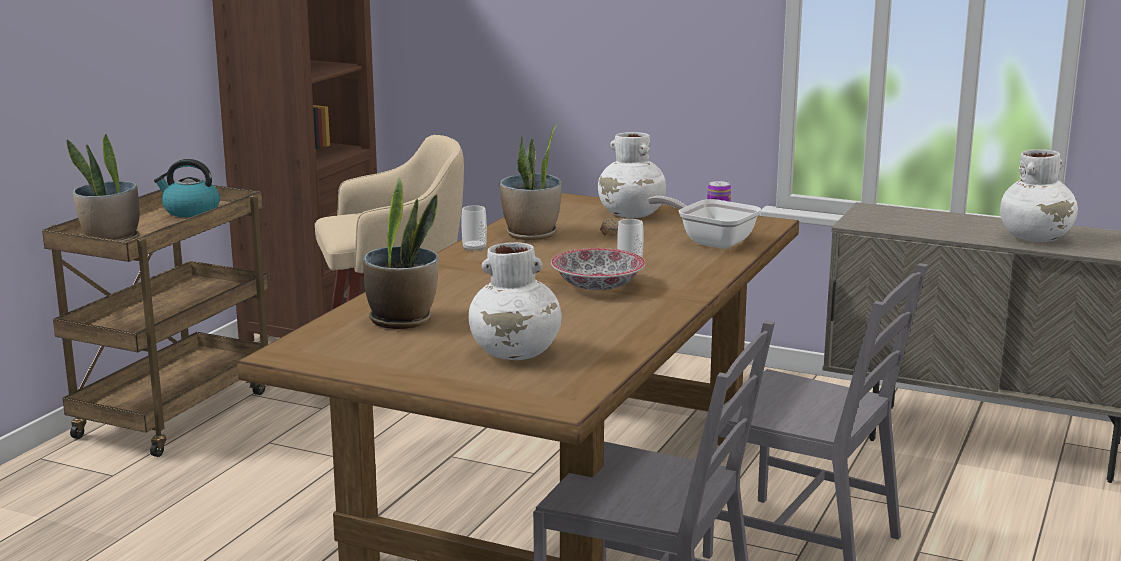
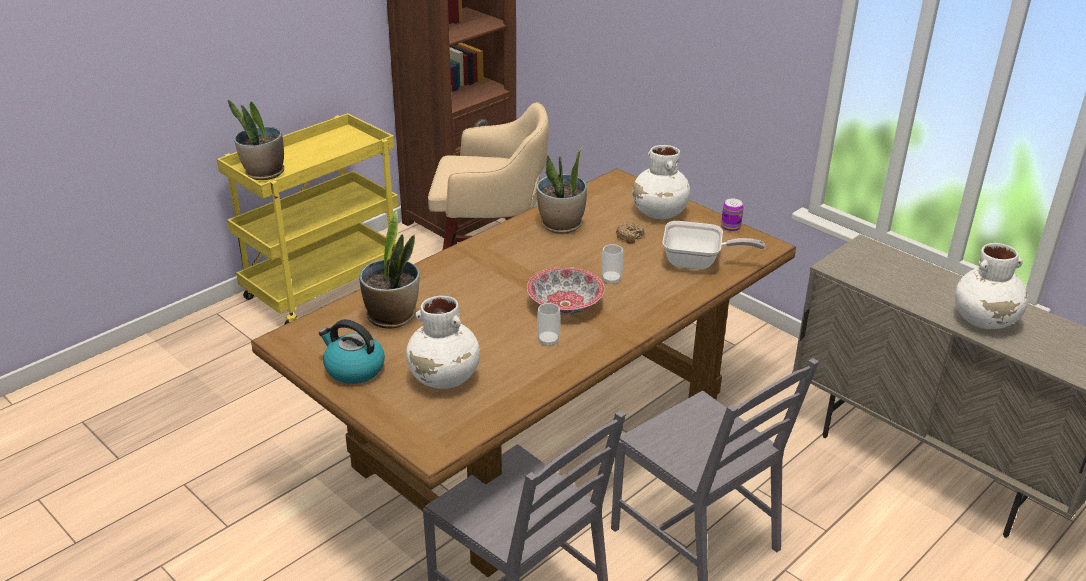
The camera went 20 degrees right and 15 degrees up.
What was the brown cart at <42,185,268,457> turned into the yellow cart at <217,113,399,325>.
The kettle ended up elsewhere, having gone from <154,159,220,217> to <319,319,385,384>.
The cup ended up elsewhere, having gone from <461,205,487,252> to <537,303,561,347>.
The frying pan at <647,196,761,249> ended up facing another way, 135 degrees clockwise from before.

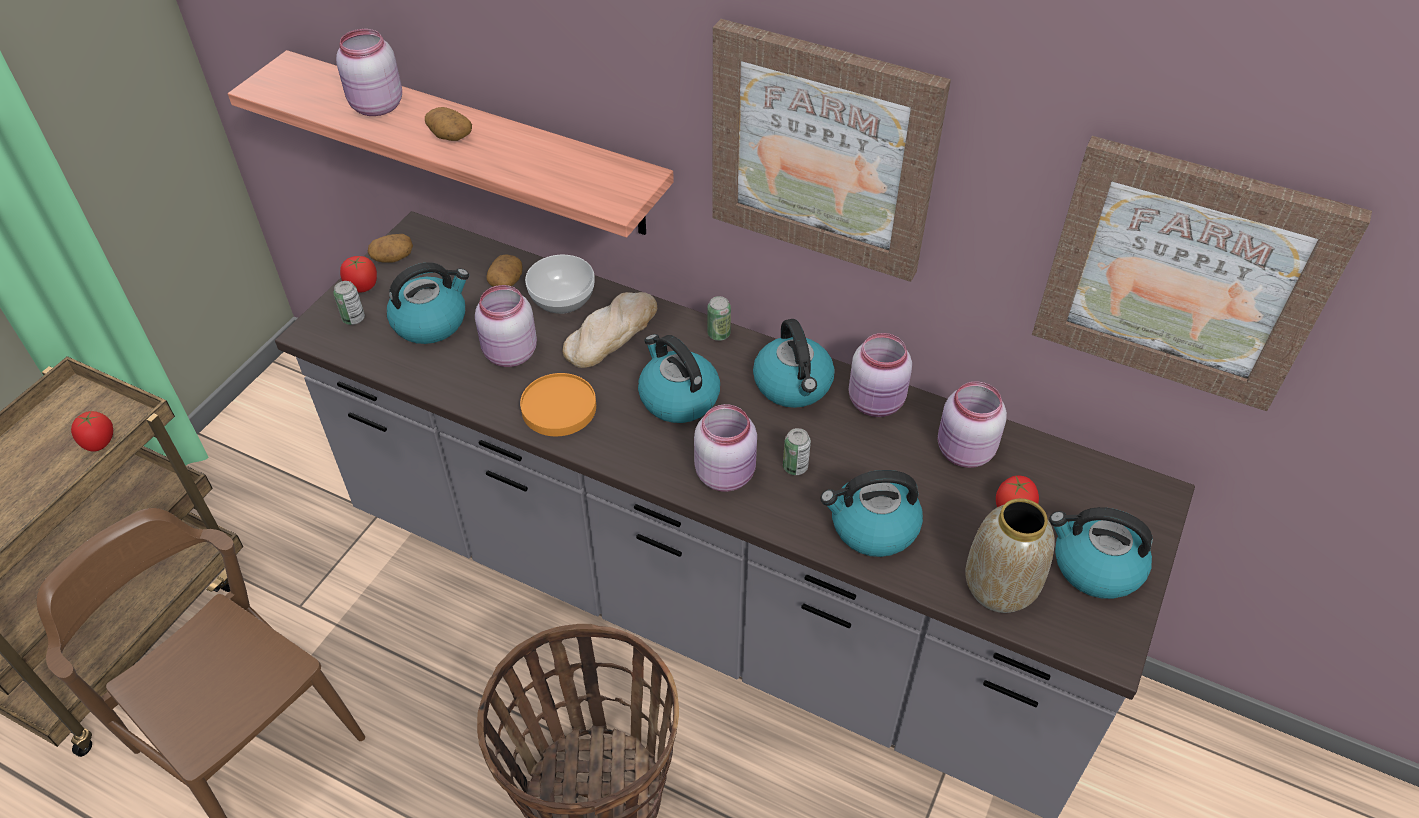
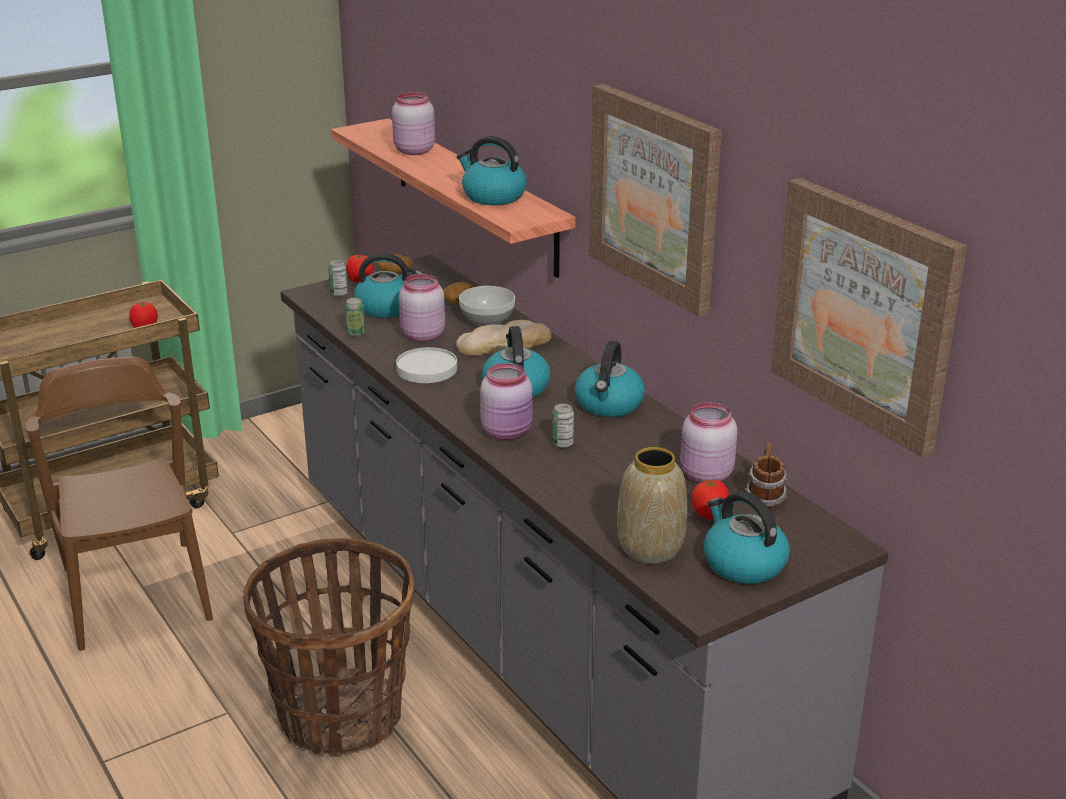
The camera went 30 degrees right and 20 degrees down.
The second view lost the potato at <425,107,472,141>.
What was the orange plate at <520,373,596,436> turned into the white plate at <396,347,457,383>.
The can ended up elsewhere, having gone from <707,296,731,341> to <345,298,365,336>.
The kettle ended up elsewhere, having gone from <821,470,923,557> to <457,136,527,205>.
The second view lost the pink jar at <849,333,912,417>.
The second view gained the mug at <745,442,787,508>.

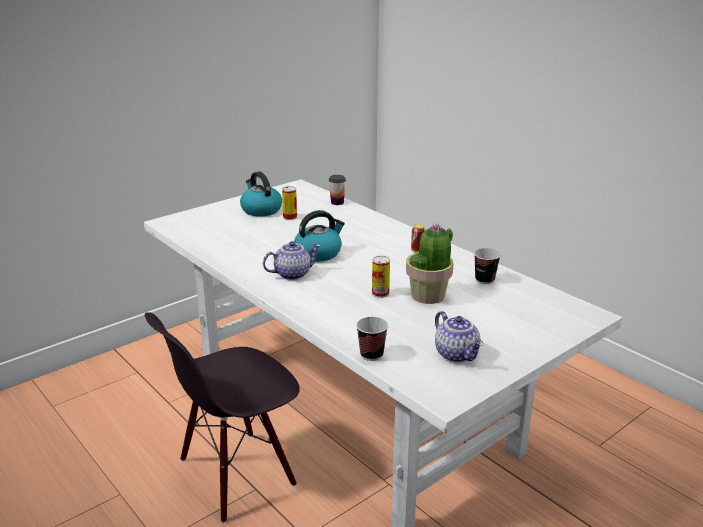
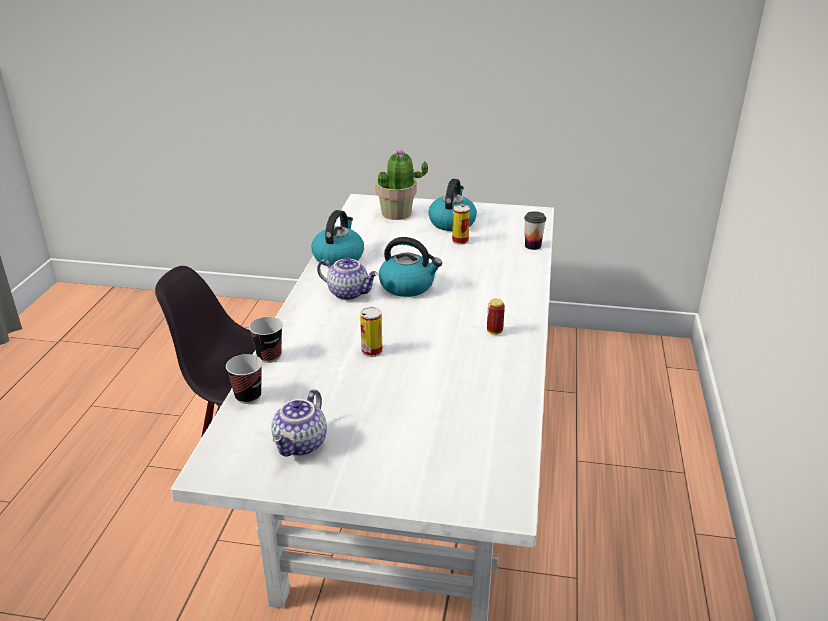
The camera went 50 degrees right and 5 degrees up.
The potted plant ended up elsewhere, having gone from <406,223,453,304> to <375,150,428,220>.
The cup ended up elsewhere, having gone from <474,248,501,284> to <249,317,283,363>.
The second view gained the kettle at <311,210,364,266>.

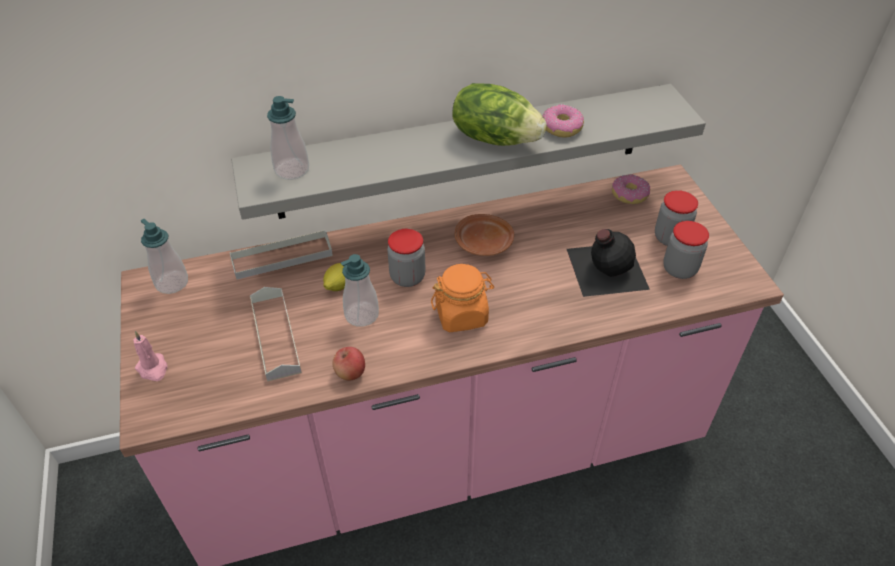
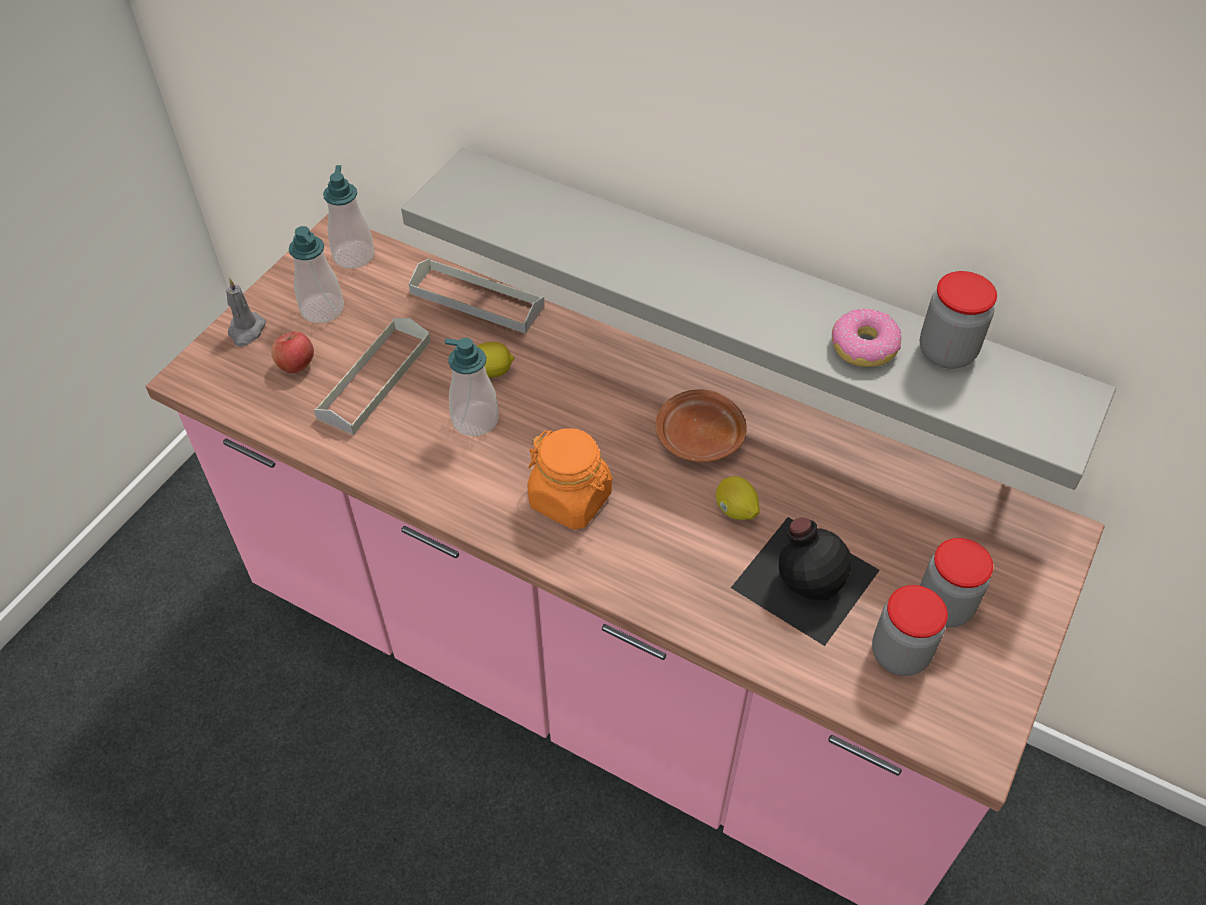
The camera went 45 degrees right and 5 degrees up.
What was the pink candle at <133,331,168,381> turned into the grey candle at <226,278,266,347>.
The soap dispenser ended up elsewhere, having gone from <267,96,309,180> to <289,226,344,323>.
The apple ended up elsewhere, having gone from <332,347,365,381> to <271,332,314,373>.
The jar ended up elsewhere, having gone from <387,229,426,287> to <920,271,997,369>.
The second view lost the lettuce at <453,83,547,146>.
The second view lost the donut at <612,174,650,204>.
The second view gained the lemon at <716,476,760,520>.

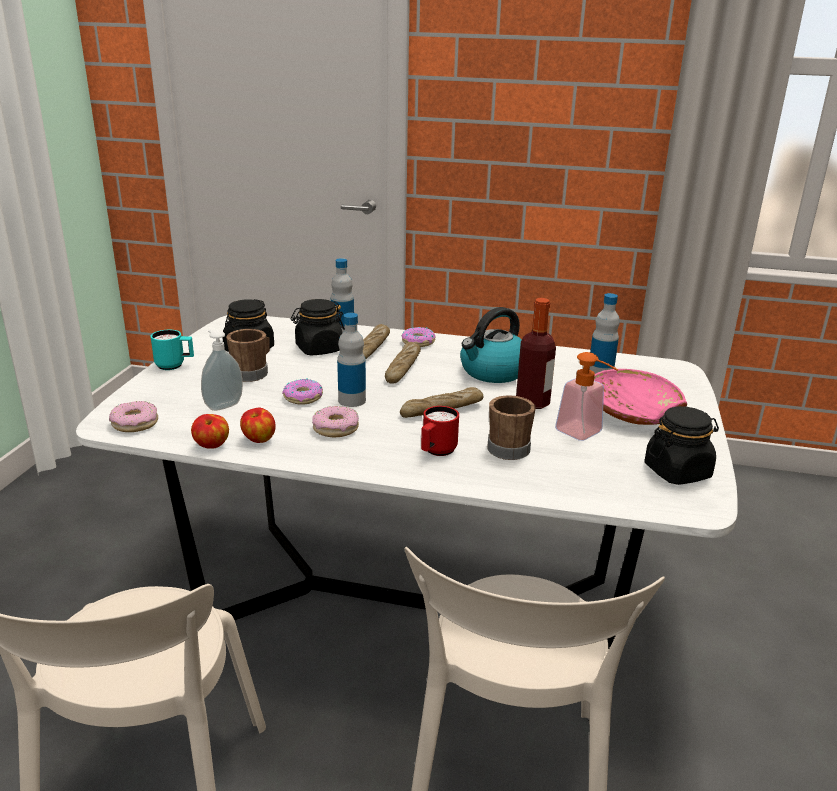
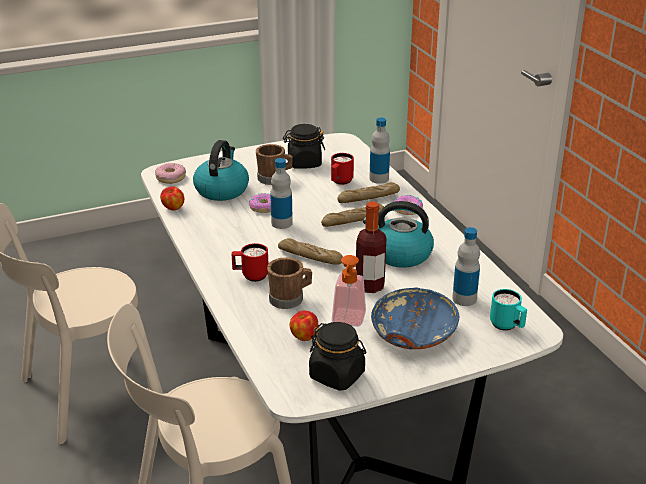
The camera went 55 degrees right and 5 degrees up.
The turquoise mug ended up elsewhere, having gone from <151,330,194,370> to <490,289,527,331>.
Where the soap dispenser stood at <201,329,243,411>, the kettle came to stand at <193,140,249,201>.
The apple ended up elsewhere, having gone from <240,408,276,443> to <290,311,318,341>.
Where the black jar stood at <291,299,345,355>, the red mug came to stand at <331,153,354,185>.
The second view lost the donut at <312,406,359,437>.
What was the pink bowl at <594,369,687,425> turned into the blue bowl at <371,288,459,349>.

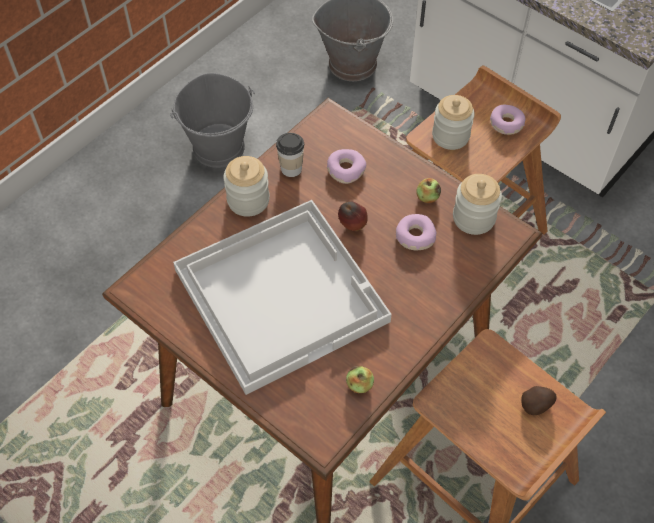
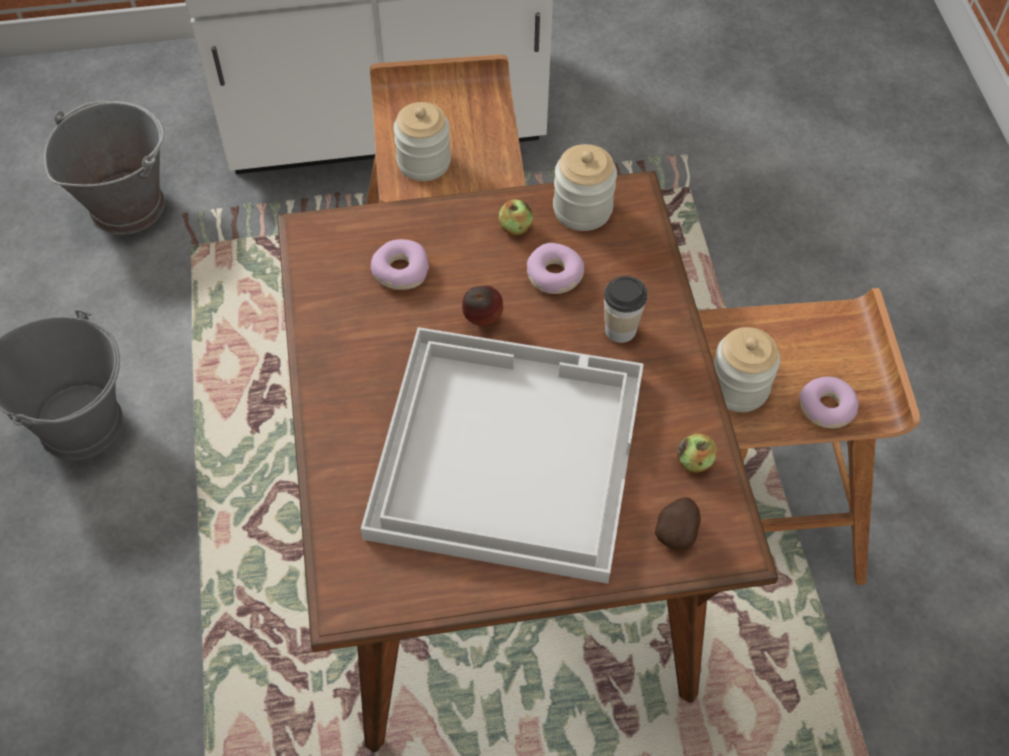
The camera went 50 degrees left and 0 degrees up.
The jar ended up elsewhere, having gone from <223,156,270,217> to <714,327,780,412>.
The cup ended up elsewhere, having gone from <276,133,304,177> to <604,276,647,343>.
The donut ended up elsewhere, having gone from <490,105,526,135> to <799,376,859,428>.
The potato ended up elsewhere, having gone from <521,386,557,415> to <655,497,701,550>.

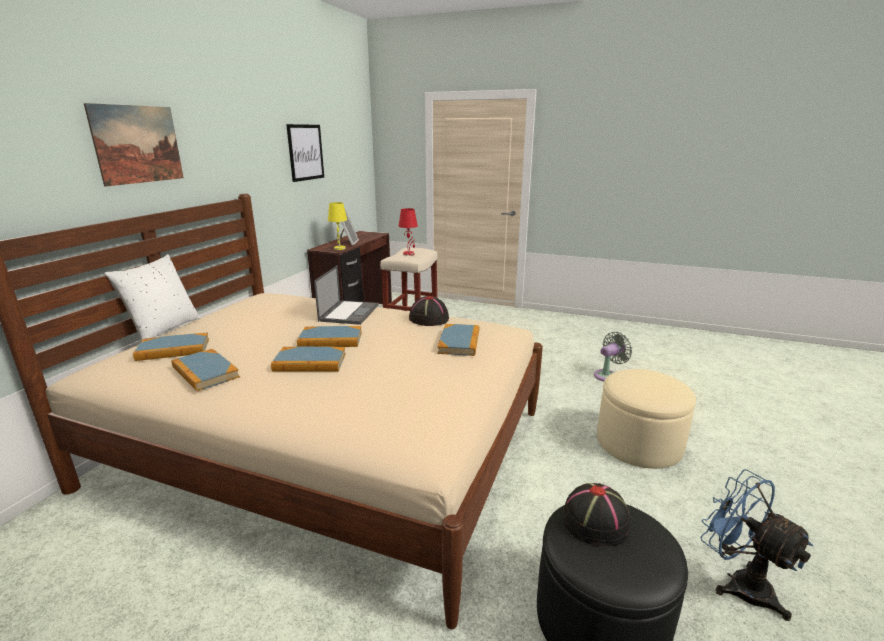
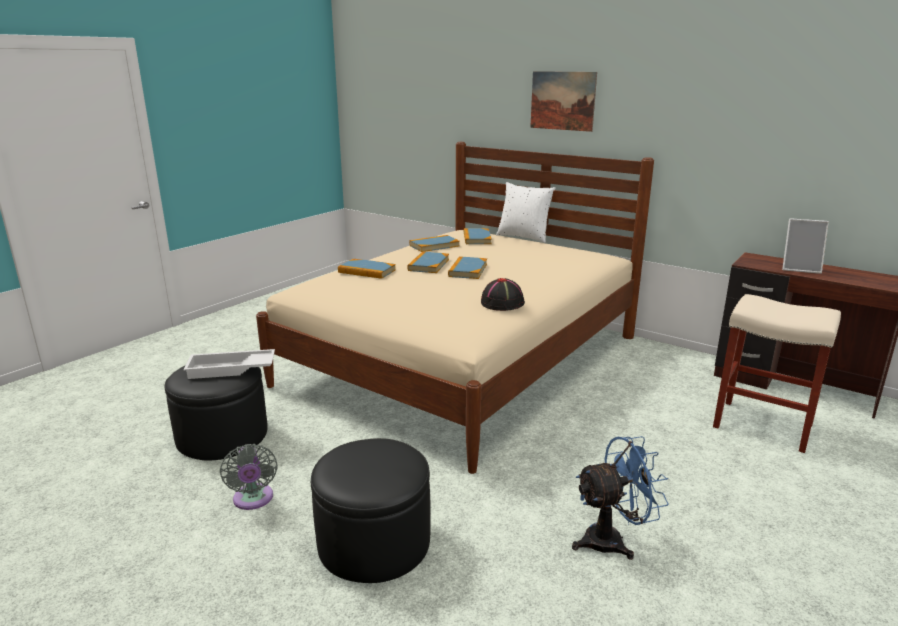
The camera went 105 degrees right and 0 degrees up.
The second view lost the picture at <286,124,324,182>.
The second view lost the laptop at <314,266,379,325>.
The second view lost the yellow table lamp at <328,202,347,250>.
The second view lost the red table lamp at <399,208,418,256>.
The book ended up elsewhere, having gone from <437,324,479,356> to <338,259,396,279>.
Where the black hat stood at <562,483,631,546>, the white tray came to stand at <184,349,275,379>.
The grey fan ended up elsewhere, having gone from <594,332,632,381> to <220,444,278,510>.
What was the beige ottoman at <597,369,696,469> turned into the black ottoman at <311,438,431,583>.
The blue fan ended up elsewhere, having gone from <701,469,813,621> to <572,436,669,560>.

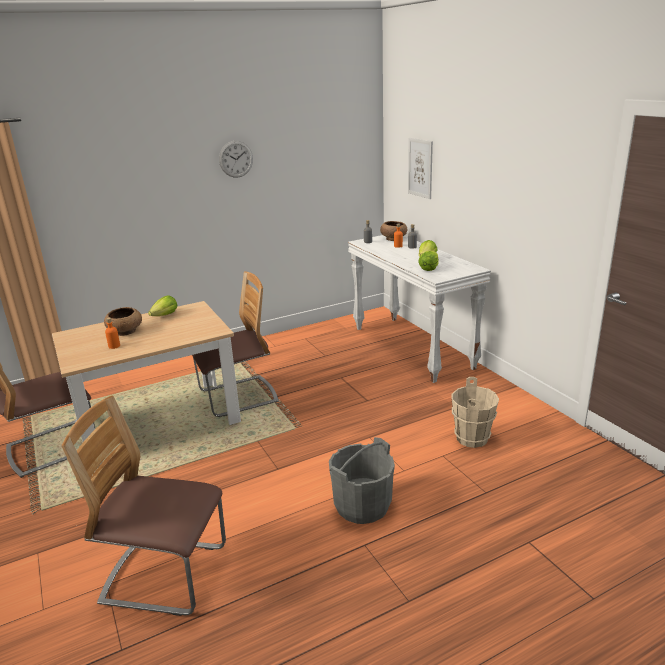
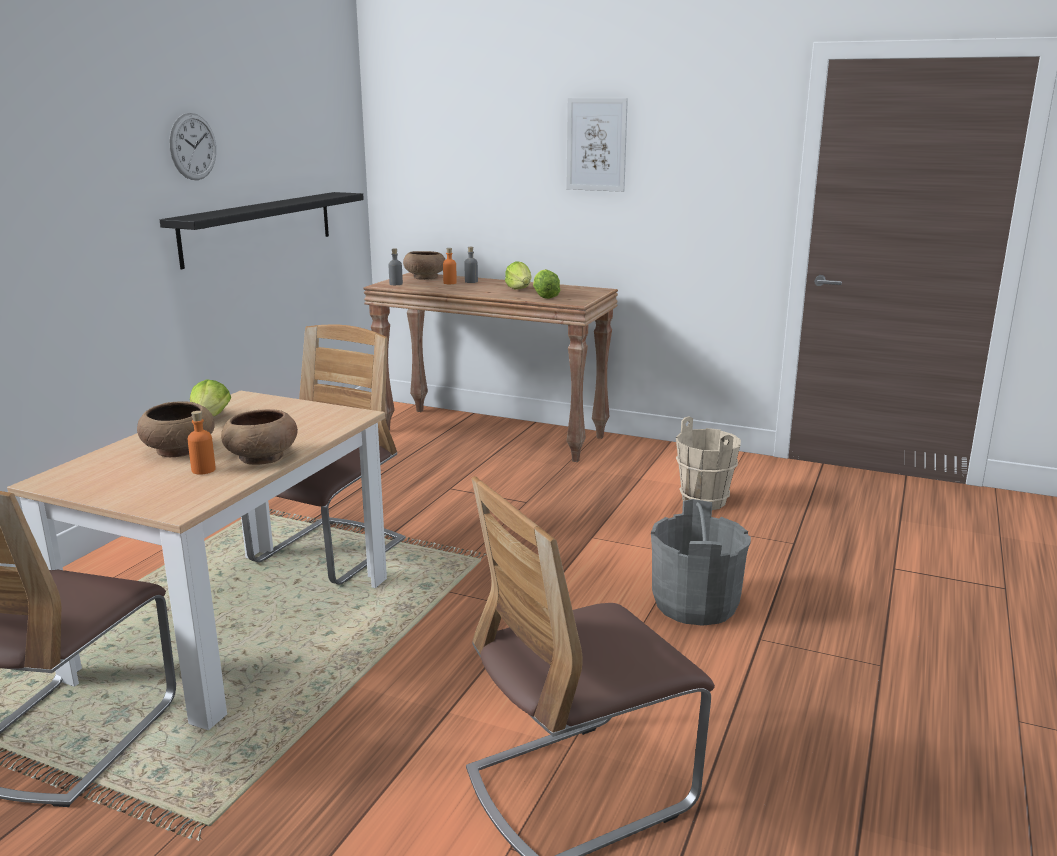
The camera went 40 degrees left and 5 degrees down.
What was the white console table at <348,235,491,383> turned into the brown console table at <363,272,618,462>.
The picture ended up elsewhere, having gone from <408,138,433,199> to <566,98,628,192>.
The second view gained the black shelf at <160,192,364,269>.
The second view gained the brown bowl at <221,409,298,465>.

